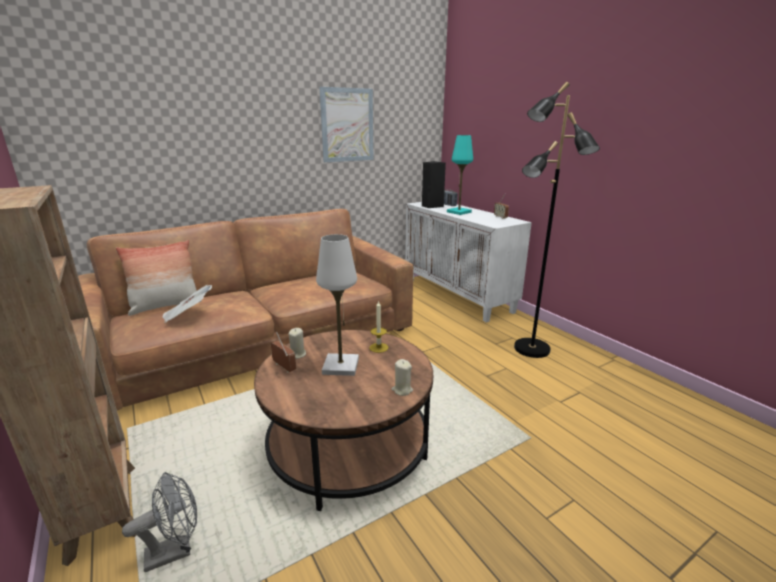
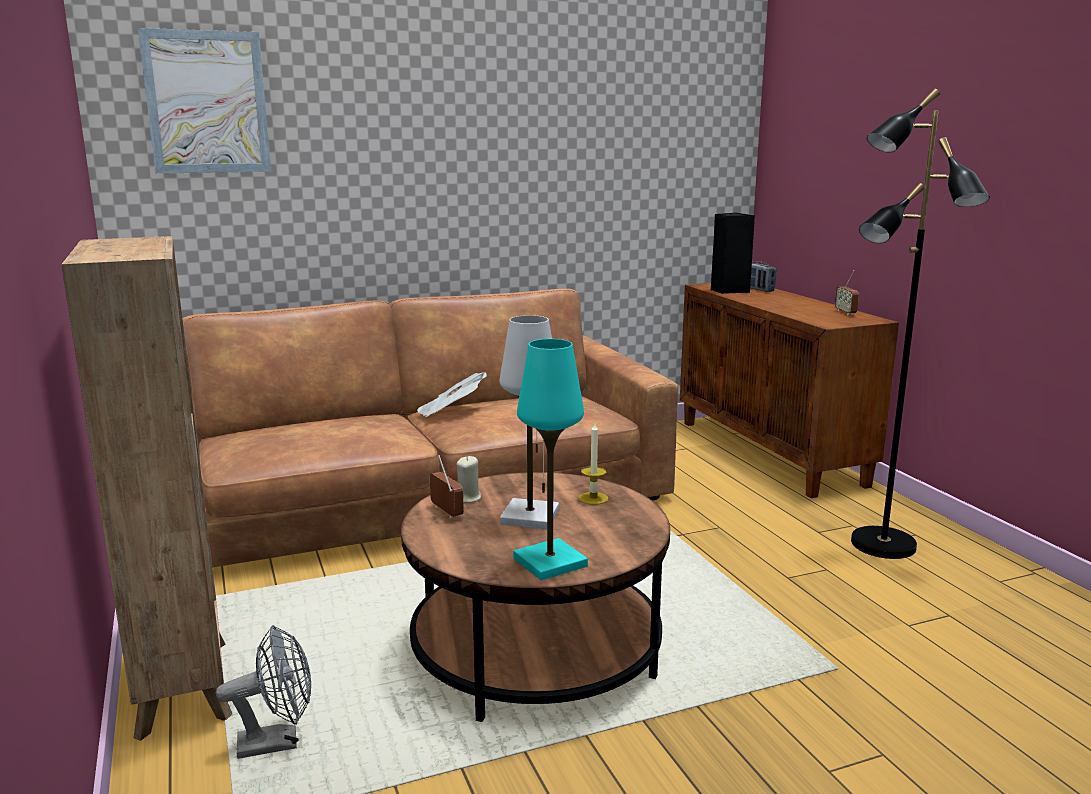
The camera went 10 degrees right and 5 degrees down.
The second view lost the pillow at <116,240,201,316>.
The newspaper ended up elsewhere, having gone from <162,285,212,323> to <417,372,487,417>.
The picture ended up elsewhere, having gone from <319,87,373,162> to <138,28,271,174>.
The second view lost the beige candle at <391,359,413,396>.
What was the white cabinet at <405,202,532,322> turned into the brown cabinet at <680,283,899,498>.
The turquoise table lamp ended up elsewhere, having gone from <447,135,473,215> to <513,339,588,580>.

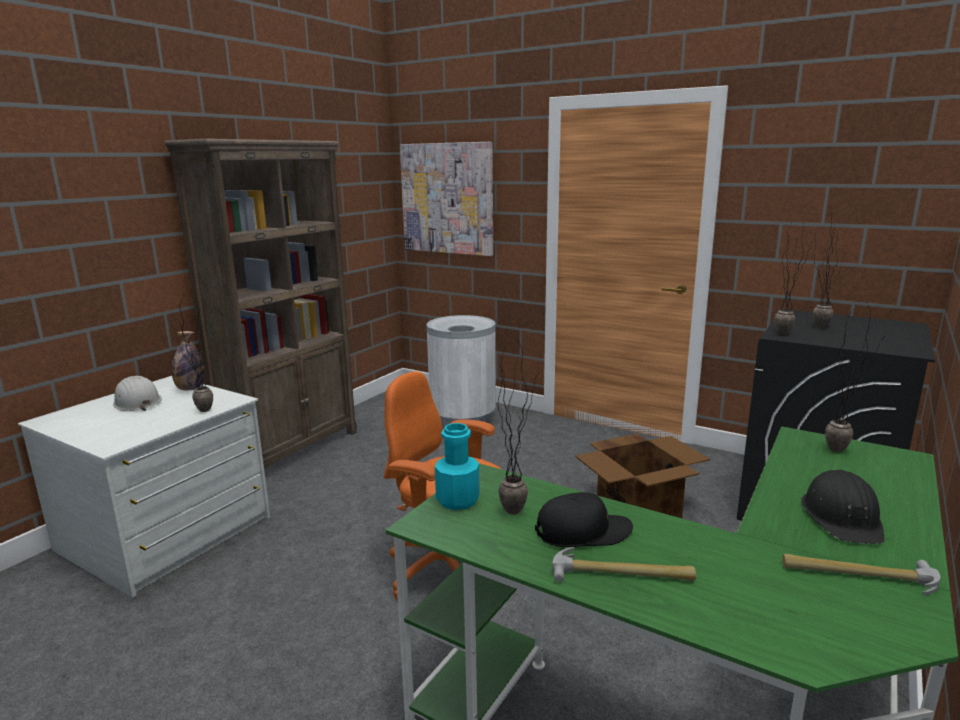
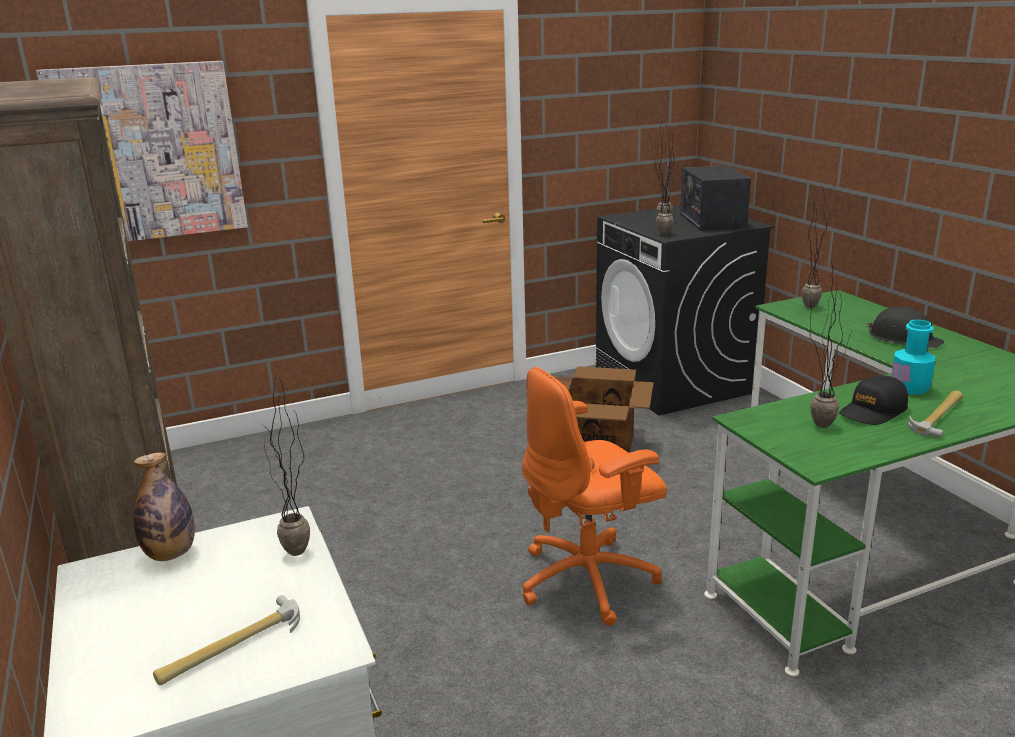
The camera went 55 degrees left and 5 degrees up.
The second view lost the white hard hat at <113,376,162,411>.
The second view lost the white trash can at <426,315,496,426>.
The turquoise bottle ended up elsewhere, having gone from <435,423,480,510> to <891,320,935,395>.
The black cap at <535,492,633,547> ended up facing another way, 150 degrees counterclockwise from before.
The hammer ended up elsewhere, having gone from <782,554,941,595> to <153,595,300,685>.
The second view gained the radio at <680,166,751,231>.

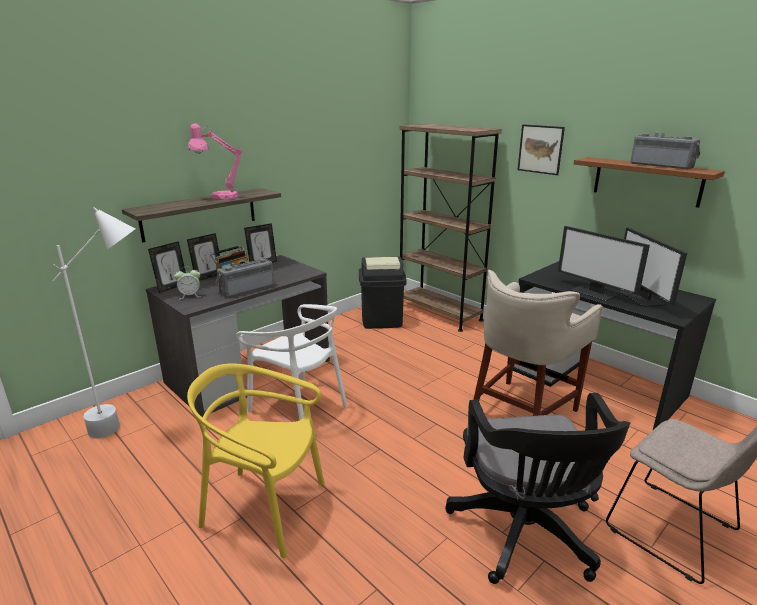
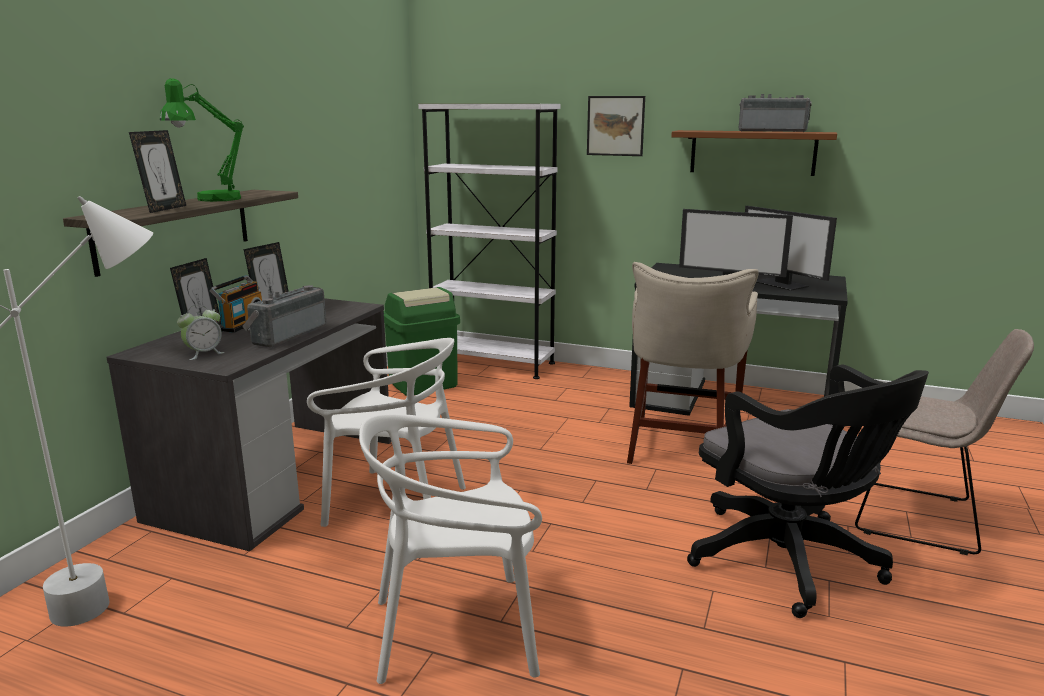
The camera went 25 degrees left and 5 degrees down.
The picture frame ended up elsewhere, having gone from <148,241,186,293> to <129,130,186,213>.
What was the pink table lamp at <187,123,242,200> turned into the green table lamp at <160,78,244,202>.
What was the yellow chair at <187,364,325,558> turned into the white chair at <359,414,542,684>.
What was the black trash can at <359,257,406,329> turned into the green trash can at <384,287,460,396>.
What was the brown bookcase at <399,124,502,332> turned into the white bookcase at <418,104,560,379>.

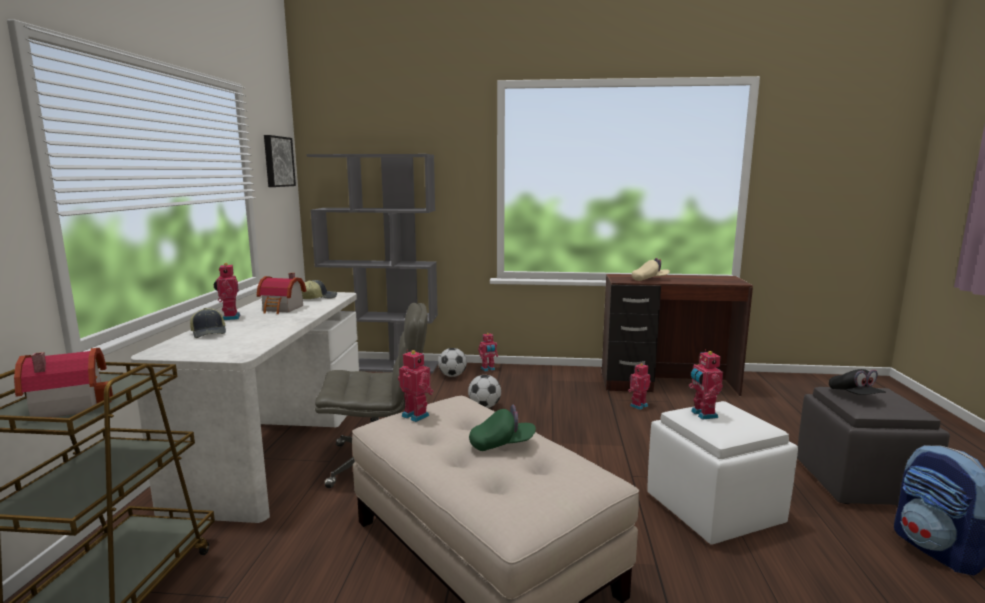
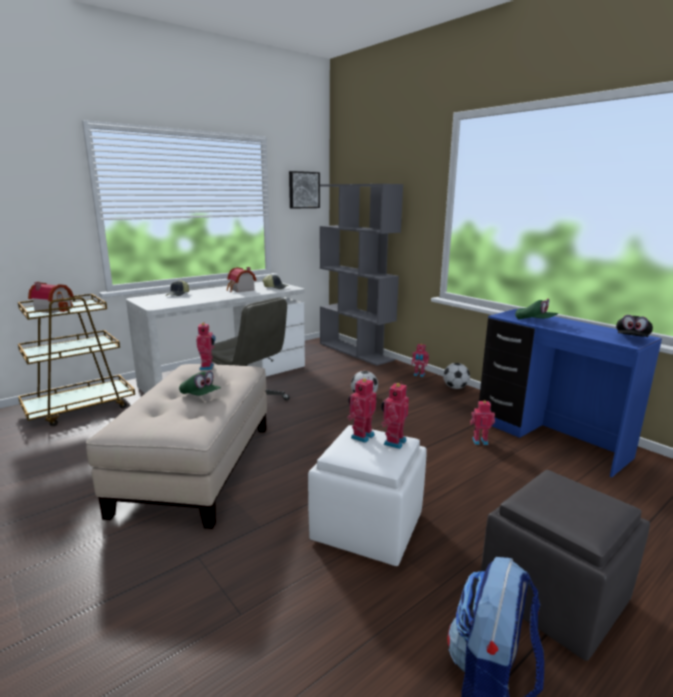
The camera went 45 degrees right and 5 degrees up.
The toy robot ended up elsewhere, having gone from <214,263,241,320> to <381,382,409,449>.
The football ended up elsewhere, having gone from <438,348,467,377> to <443,363,470,389>.
What was the brown desk at <602,274,753,396> turned into the blue desk at <479,309,662,477>.
What was the beige cap at <632,258,670,281> turned into the green cap at <515,299,558,319>.
The black cap ended up elsewhere, having gone from <829,369,886,395> to <616,315,653,337>.

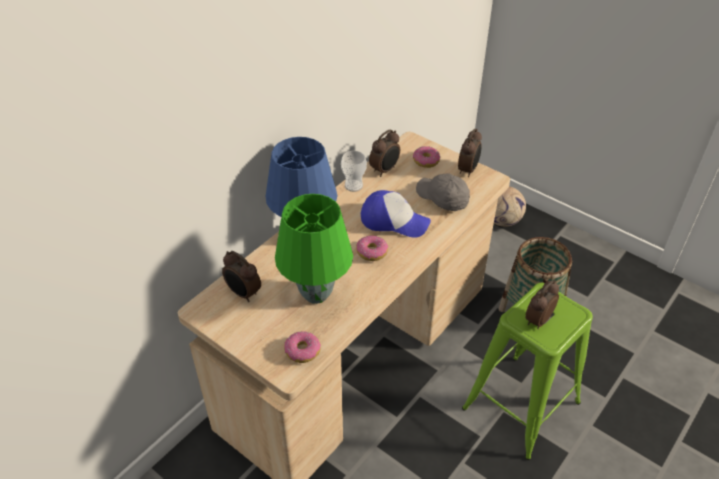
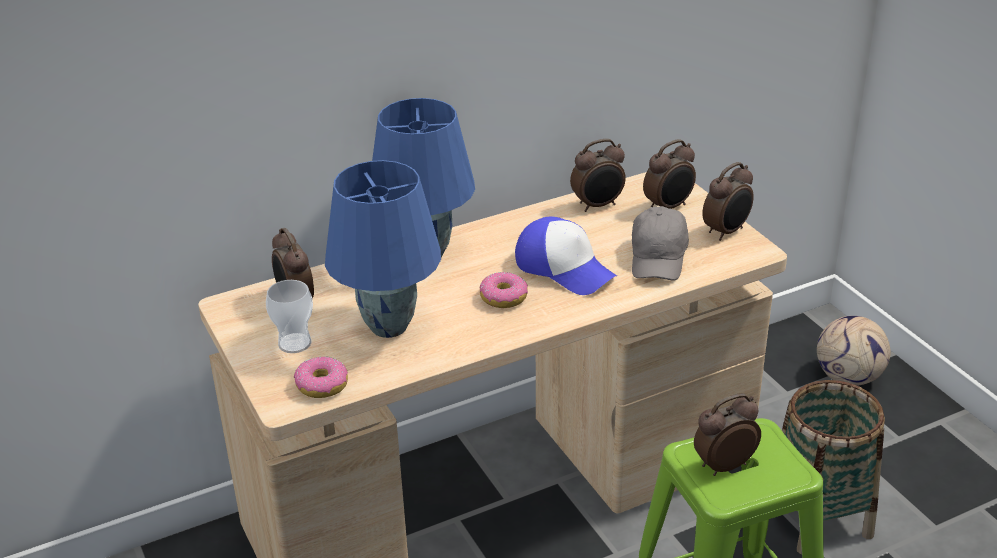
The camera went 25 degrees right and 10 degrees down.
What was the green table lamp at <275,194,353,304> turned into the blue table lamp at <325,160,441,338>.
The cup ended up elsewhere, having gone from <341,151,367,192> to <266,280,313,353>.
Where the donut stood at <413,146,440,168>, the alarm clock came to stand at <643,139,696,209>.
The grey cap at <416,173,470,211> ended up facing another way, 150 degrees counterclockwise from before.

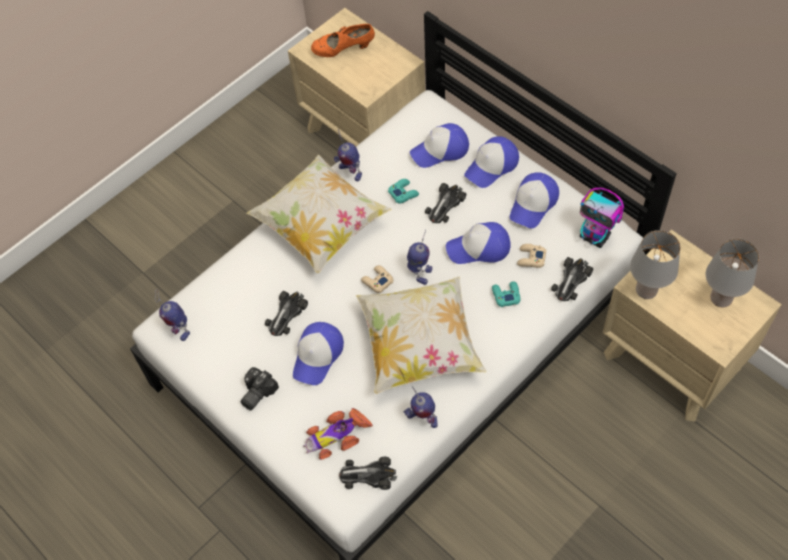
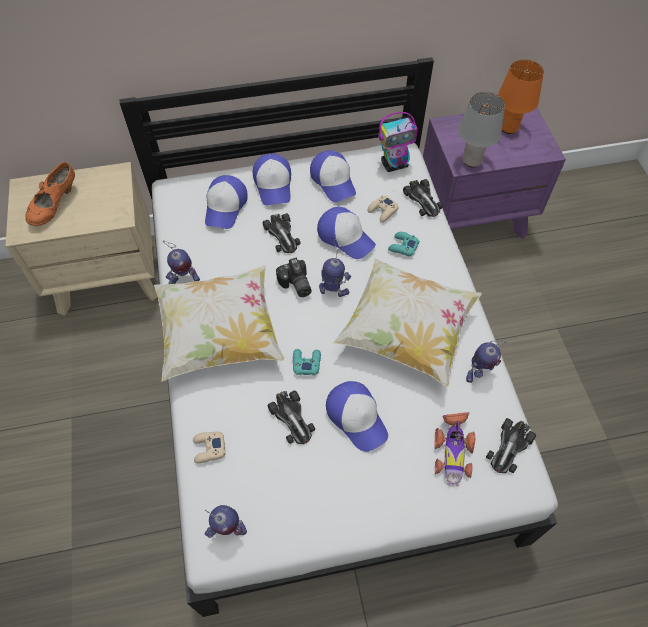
The camera went 60 degrees left and 0 degrees up.
The photo camera ended up elsewhere, having gone from <240,367,279,411> to <276,257,312,297>.
The beige game controller ended up elsewhere, having gone from <361,265,393,293> to <193,432,226,463>.
The turquoise game controller ended up elsewhere, having gone from <388,179,419,204> to <293,349,321,375>.
The cap at <446,222,511,264> ended up facing another way, 75 degrees counterclockwise from before.
What was the beige nightstand at <602,229,782,422> turned into the purple nightstand at <423,108,566,239>.
What was the grey table lamp at <706,238,759,307> turned into the orange table lamp at <498,60,544,134>.

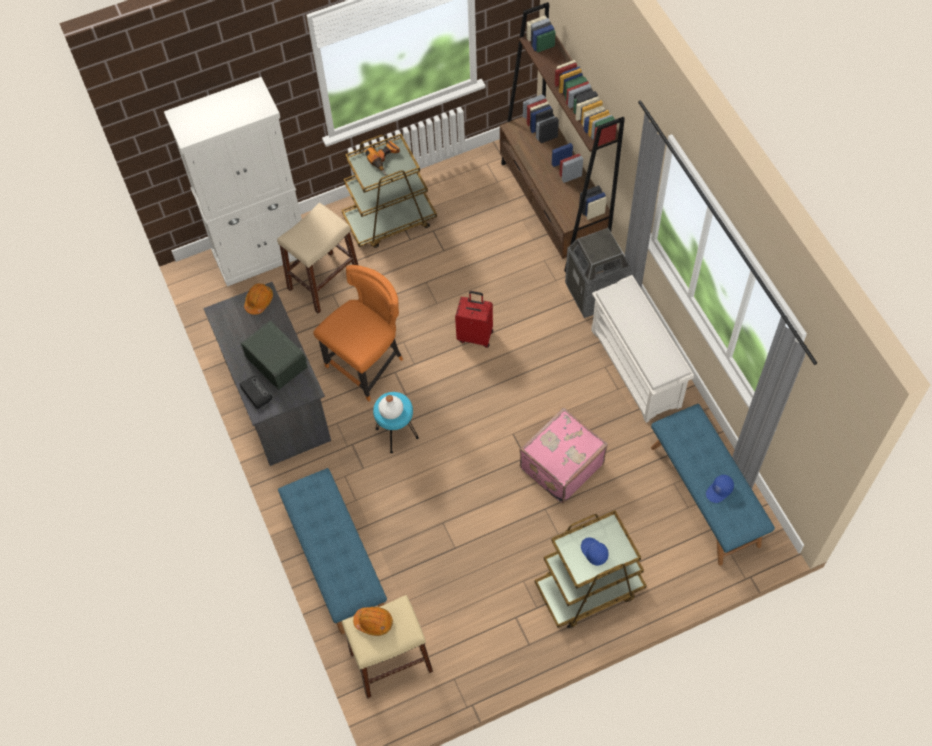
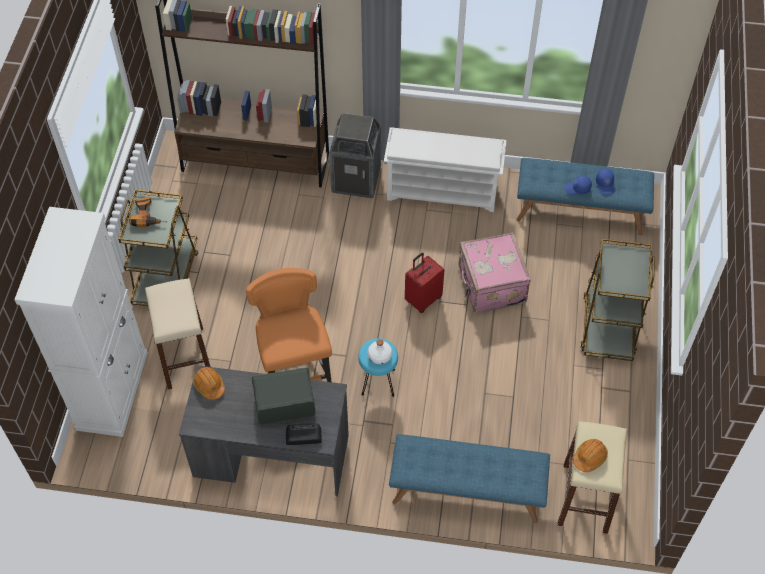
The camera went 60 degrees left and 5 degrees down.
The red suitcase ended up elsewhere, having gone from <455,291,493,348> to <405,253,445,313>.
The blue cap ended up elsewhere, having gone from <581,537,609,566> to <564,175,592,195>.

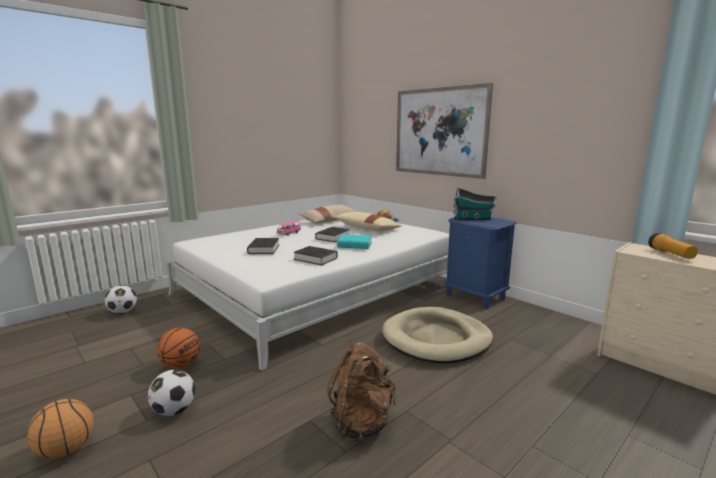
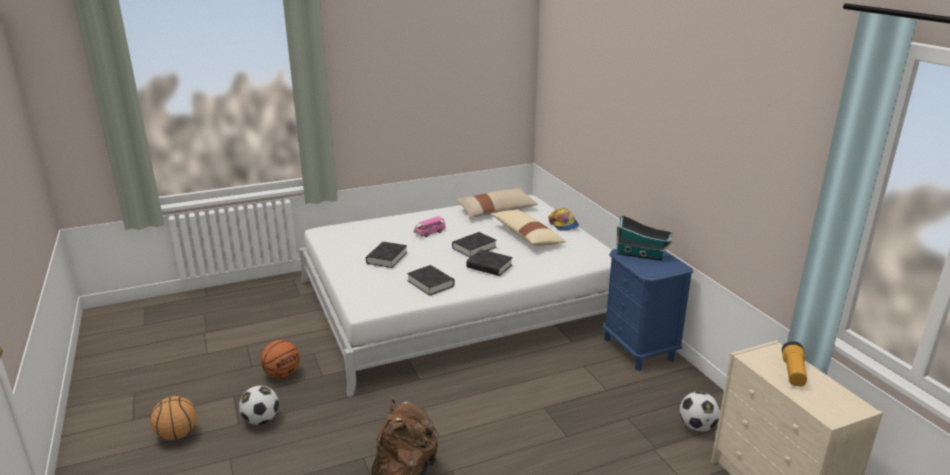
The camera went 20 degrees right and 10 degrees up.
The football ended up elsewhere, having gone from <105,285,137,314> to <680,392,720,432>.
What was the turquoise book at <337,235,372,249> turned into the black book at <466,249,513,276>.
The second view lost the beige dog bed at <382,307,493,364>.
The second view lost the picture at <396,83,493,179>.

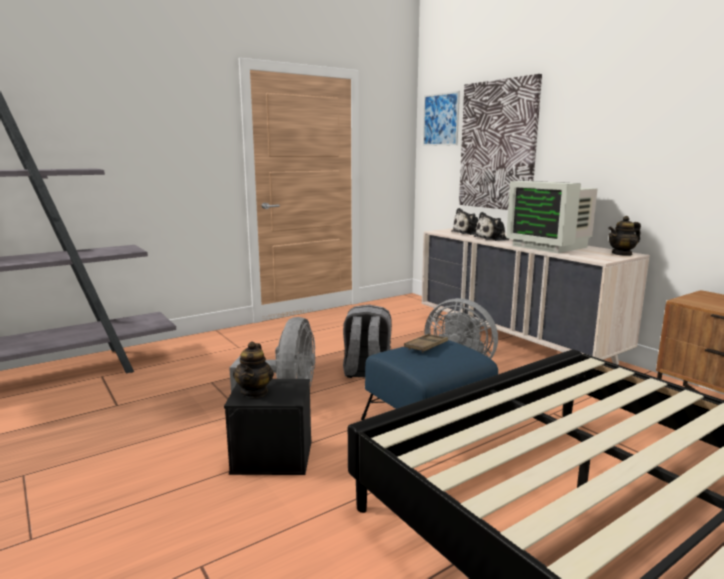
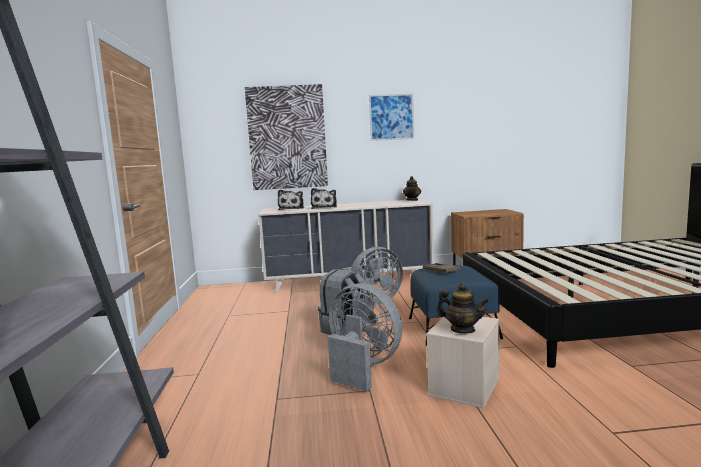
The camera went 60 degrees left and 5 degrees down.
What was the black storage box at <224,379,312,475> turned into the beige storage box at <426,317,500,409>.
The picture ended up elsewhere, having gone from <423,91,460,146> to <369,93,414,141>.
The second view lost the monitor at <506,181,597,253>.

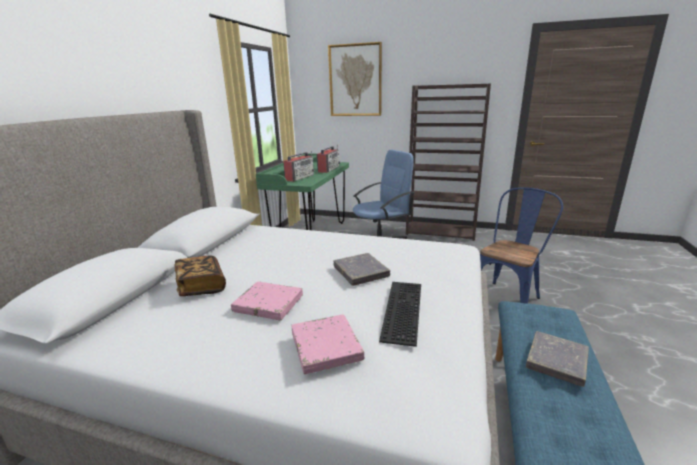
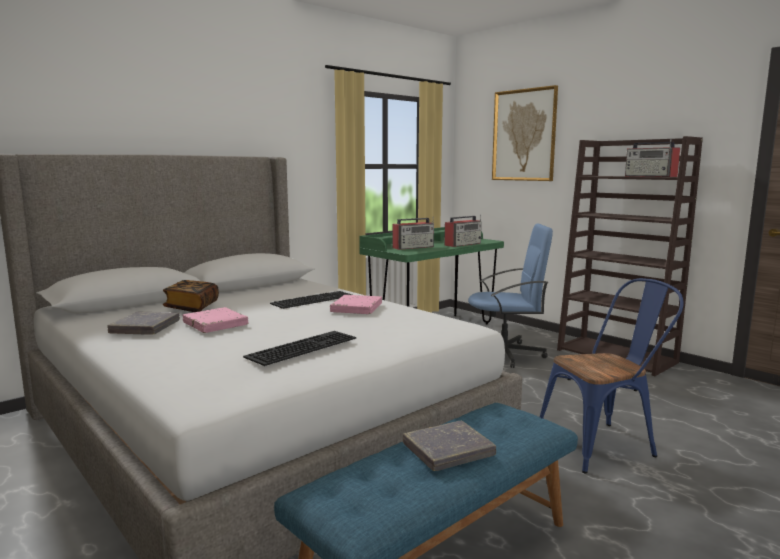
The camera went 30 degrees right and 10 degrees down.
The pink book ended up elsewhere, having gone from <291,314,364,374> to <330,295,382,314>.
The grey book ended up elsewhere, having gone from <333,253,390,286> to <107,312,180,335>.
The second view gained the keyboard at <270,291,352,309>.
The second view gained the radio at <625,139,680,177>.

